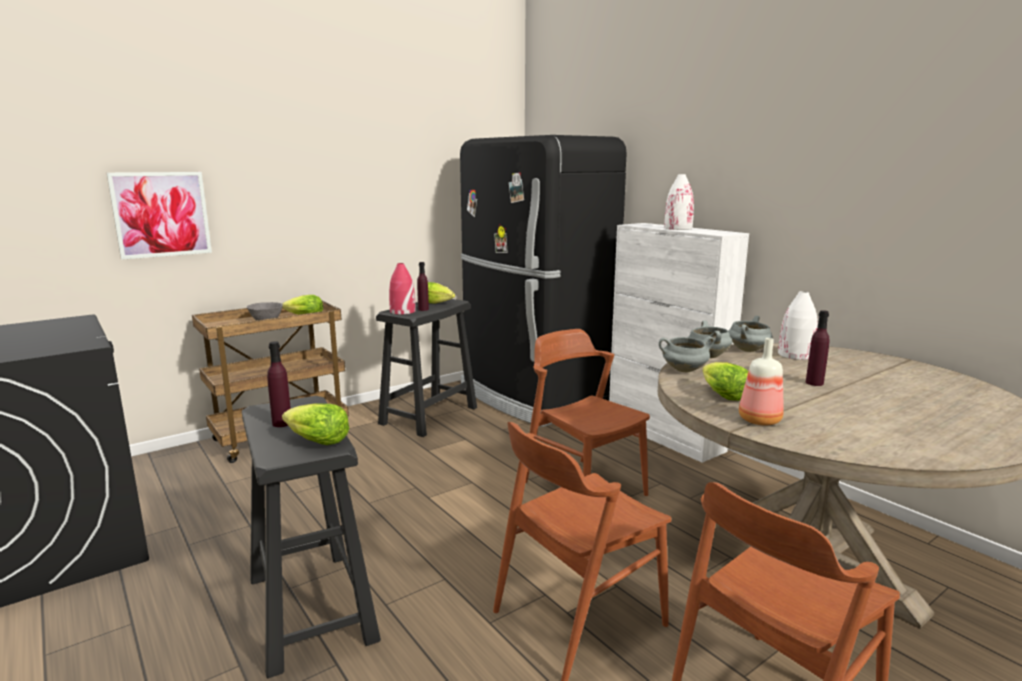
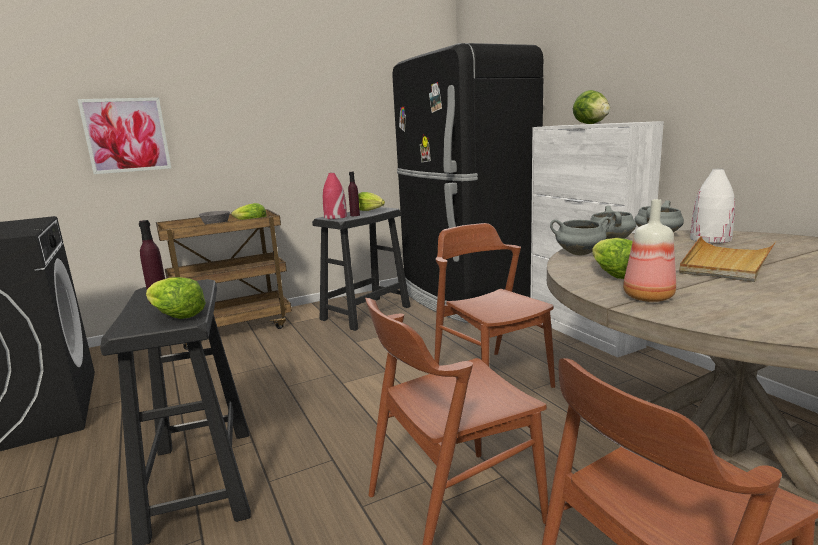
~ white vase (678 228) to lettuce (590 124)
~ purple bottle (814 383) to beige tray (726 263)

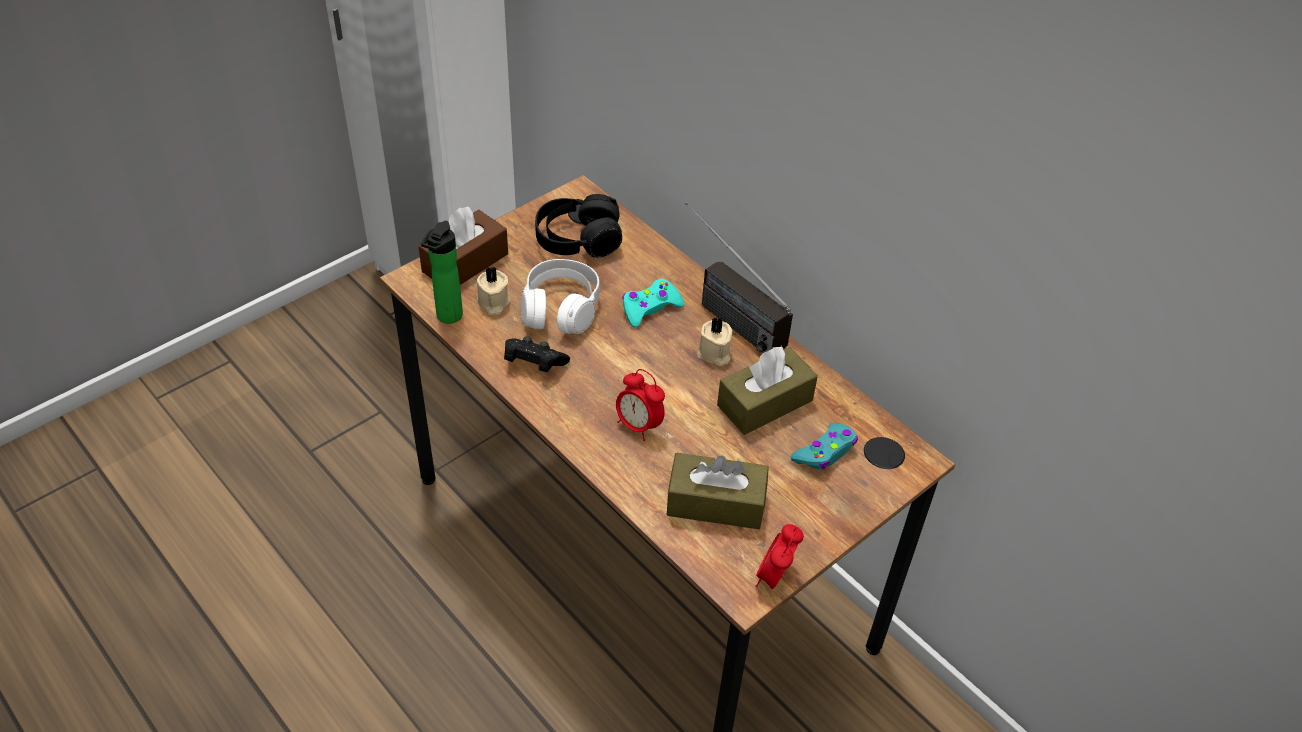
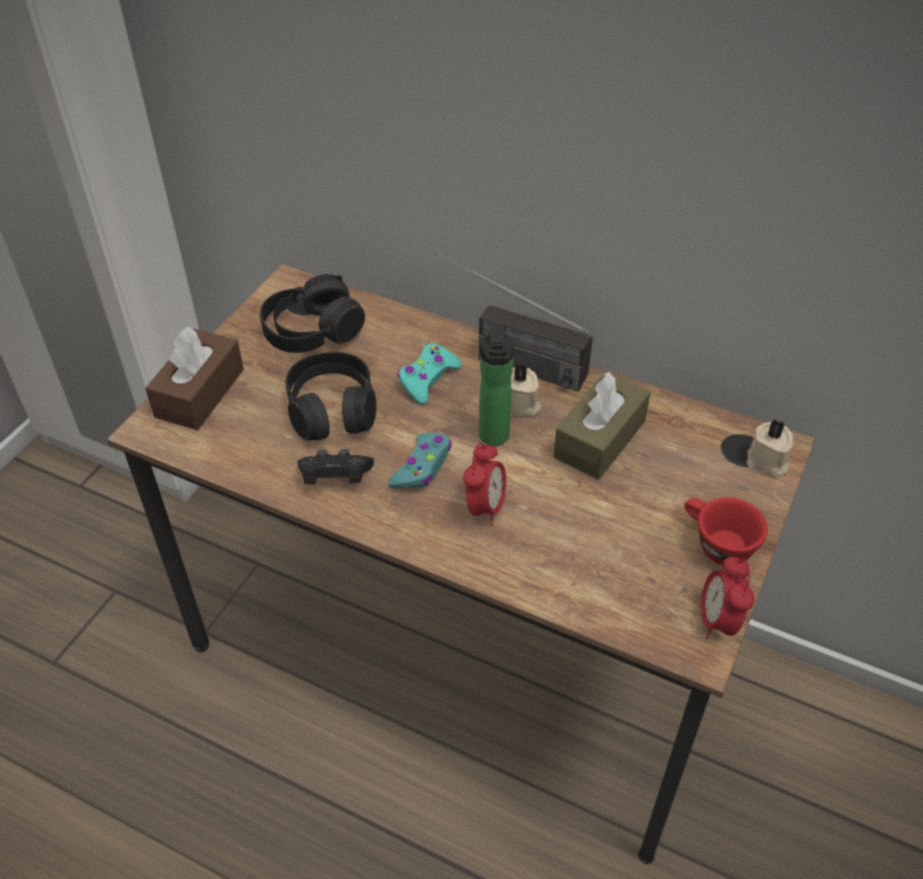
- brown tissue box (715 503)
+ red cup (716 544)
~ bottle (447 317) to (494 439)
~ beige candle (493 303) to (767 462)
~ turquoise game controller (825 452) to (422 467)
~ white headphones (560 309) to black headphones (332 410)
~ alarm clock (638 425) = (485 507) 90 degrees counterclockwise

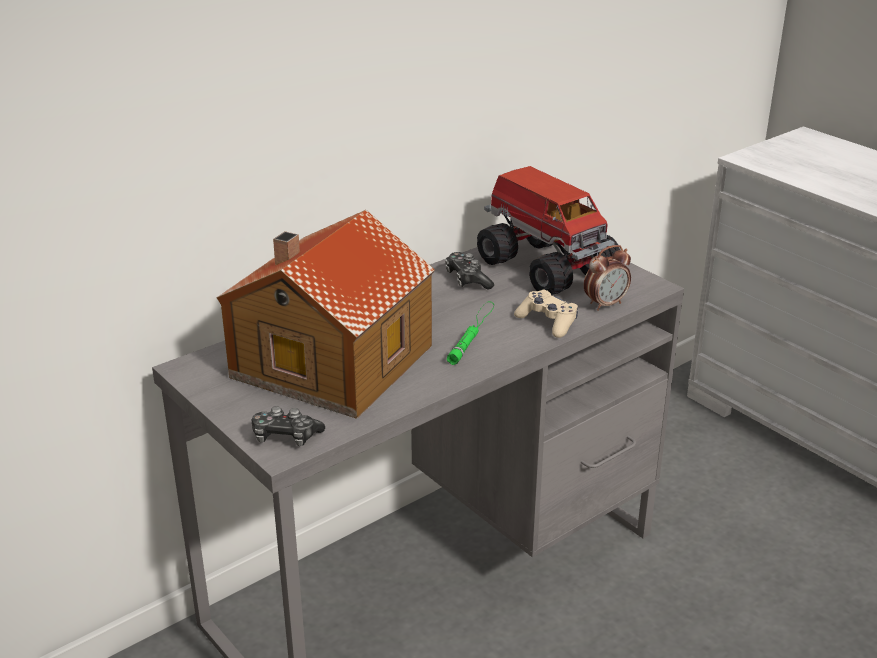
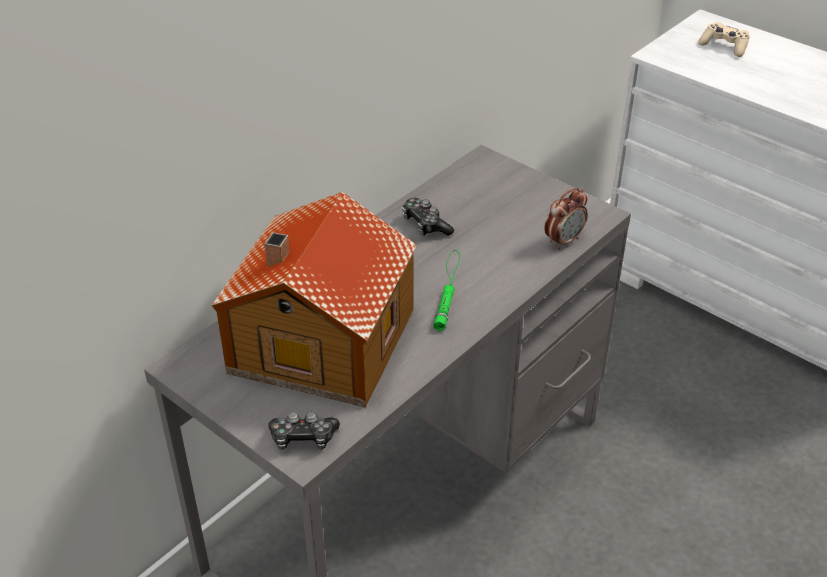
- toy truck (545 266)
~ beige game controller (547 322) to (724 46)

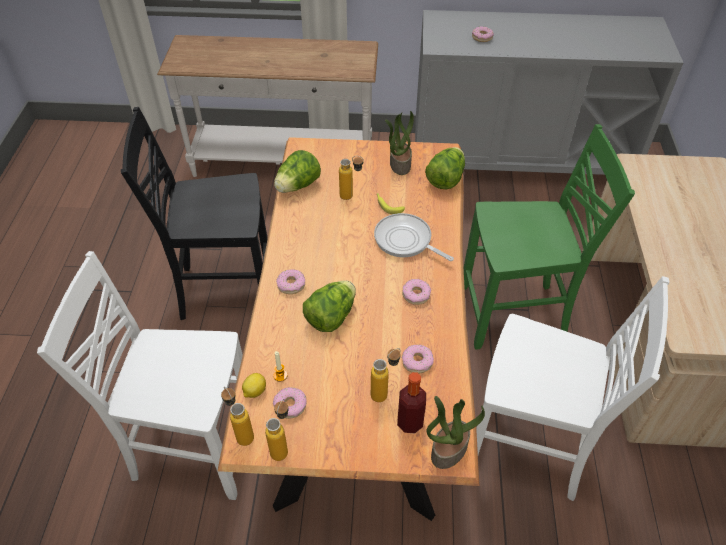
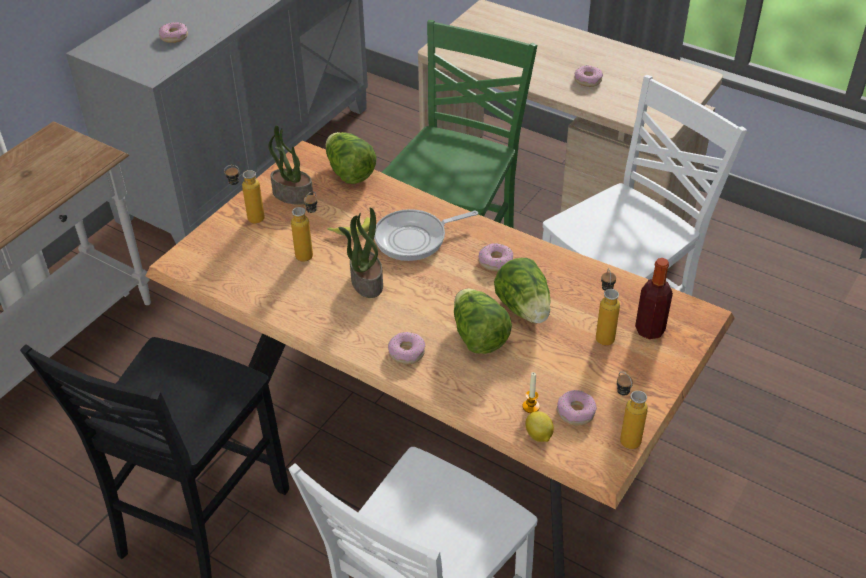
~ bottle (241 433) to (248 219)
~ lettuce (298 186) to (524 309)
~ donut (417 362) to (588 80)
~ potted plant (449 449) to (366 282)

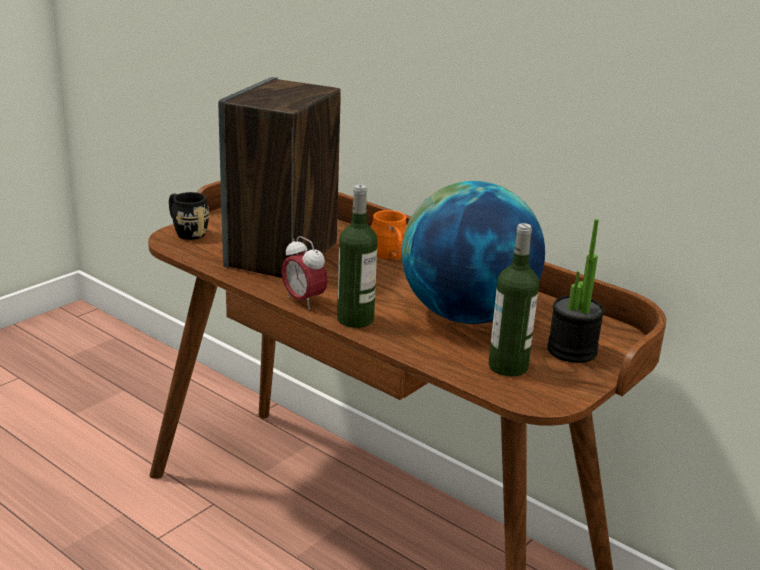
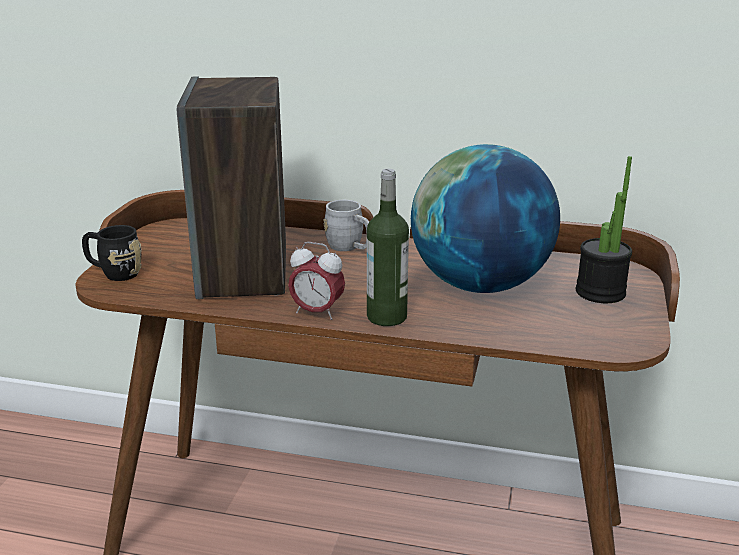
- bottle (508 366)
~ orange mug (390 256) to grey mug (350 248)

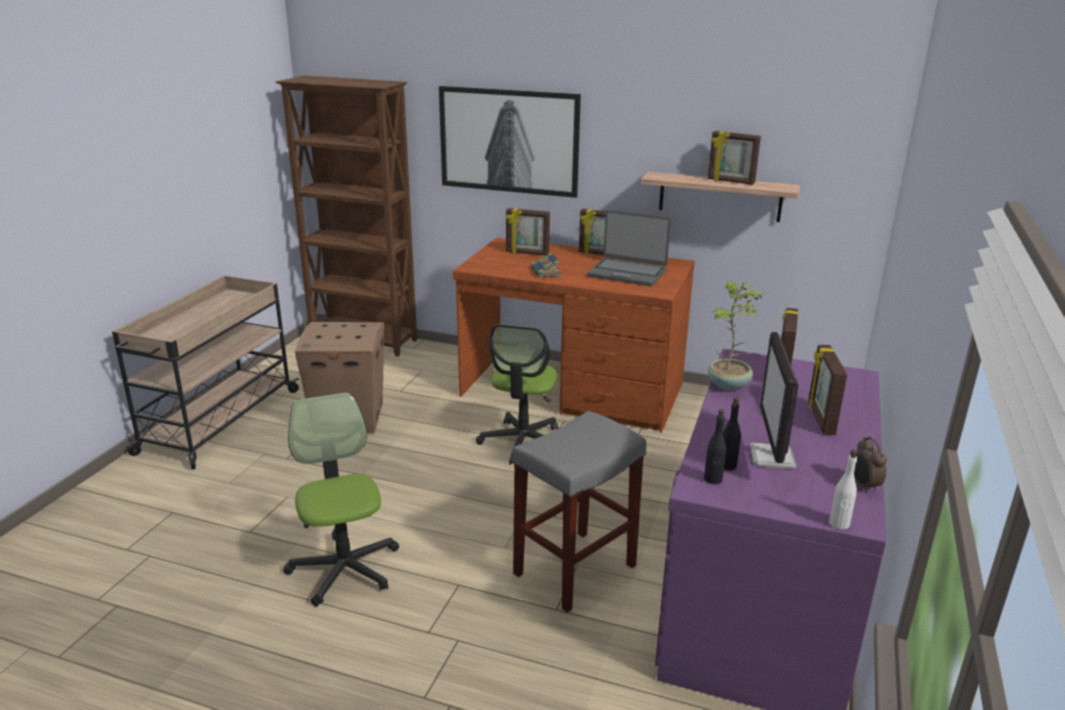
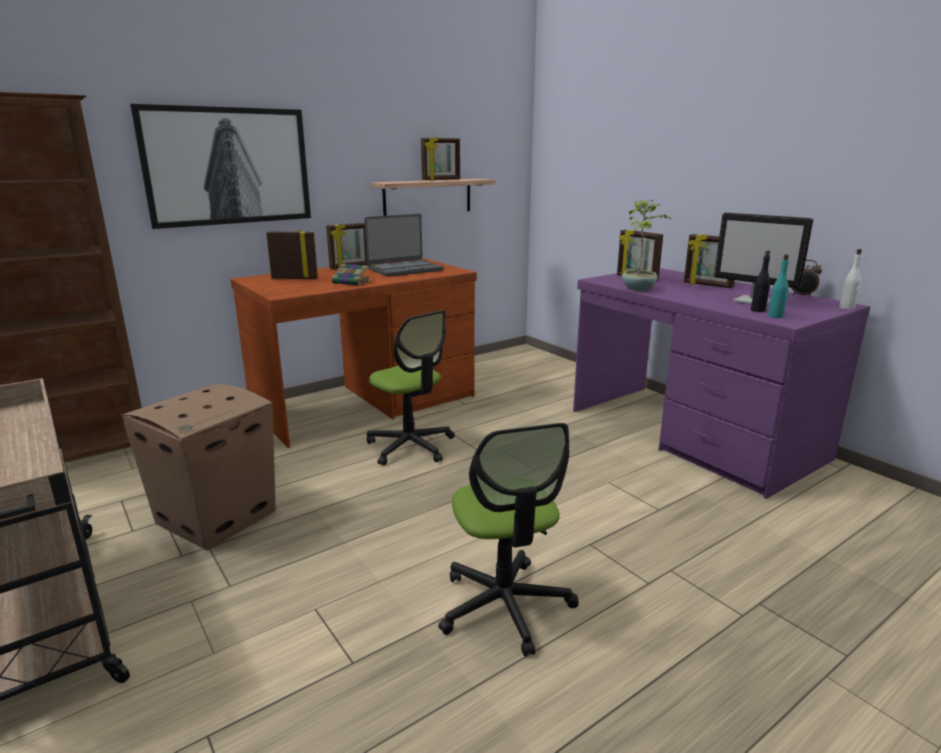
- grey stool (575 568)
~ black bottle (713 479) to turquoise bottle (775 316)
~ office chair (344 569) = (505 605) 120 degrees counterclockwise
~ picture frame (527 253) = (295 278) 135 degrees counterclockwise

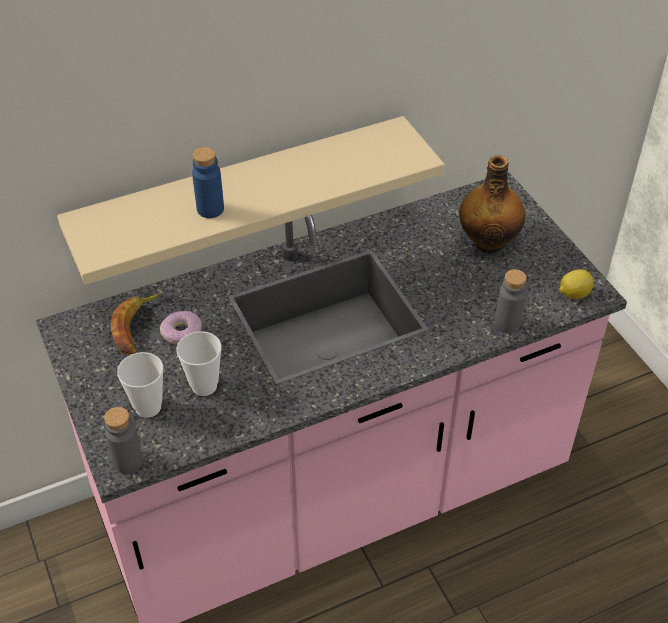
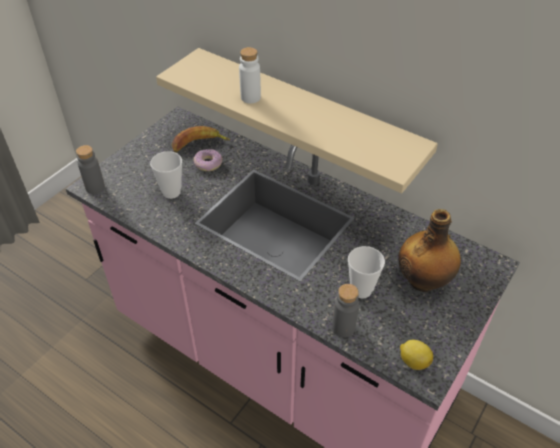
~ cup (148 407) to (361 290)
~ blue bottle (210 209) to white bottle (250 97)

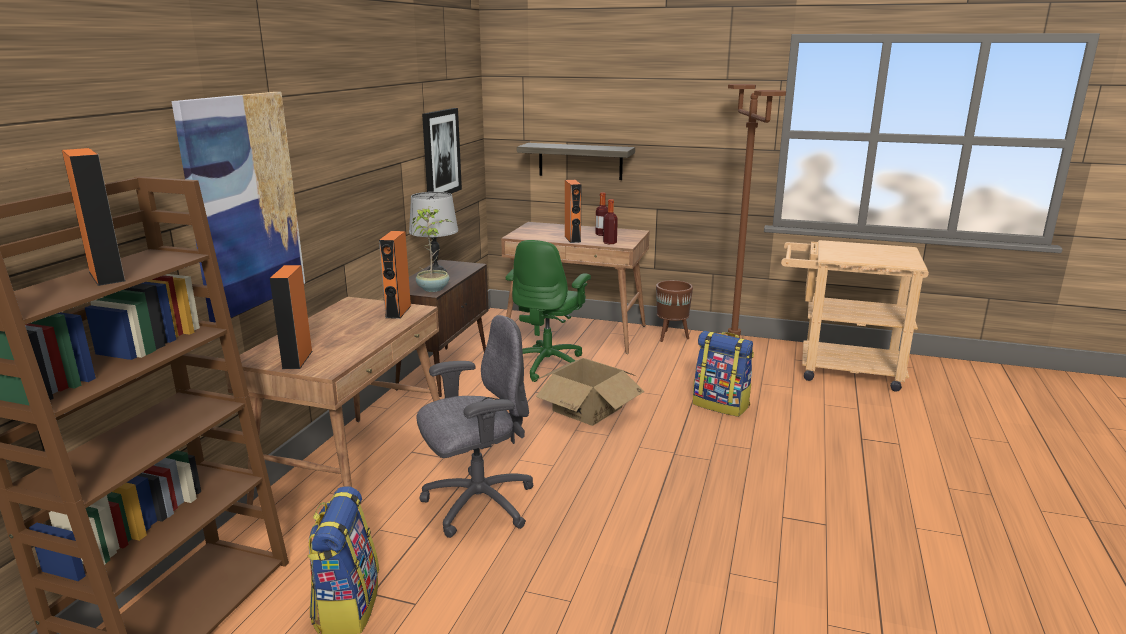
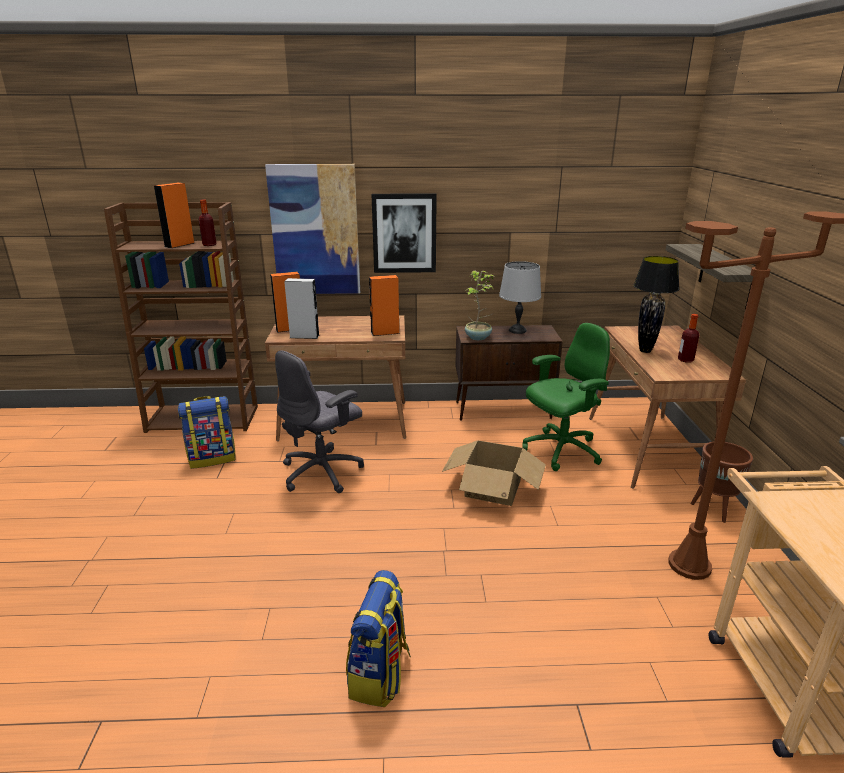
+ grey speaker (304 336)
~ picture (440 153) to (404 233)
~ bottle (610 243) to (209 244)
~ backpack (721 405) to (380 675)
~ orange speaker (572 239) to black table lamp (645 351)
~ grey office chair (477 504) = (323 472) 90 degrees clockwise
~ green office chair (548 364) = (561 451) 150 degrees clockwise

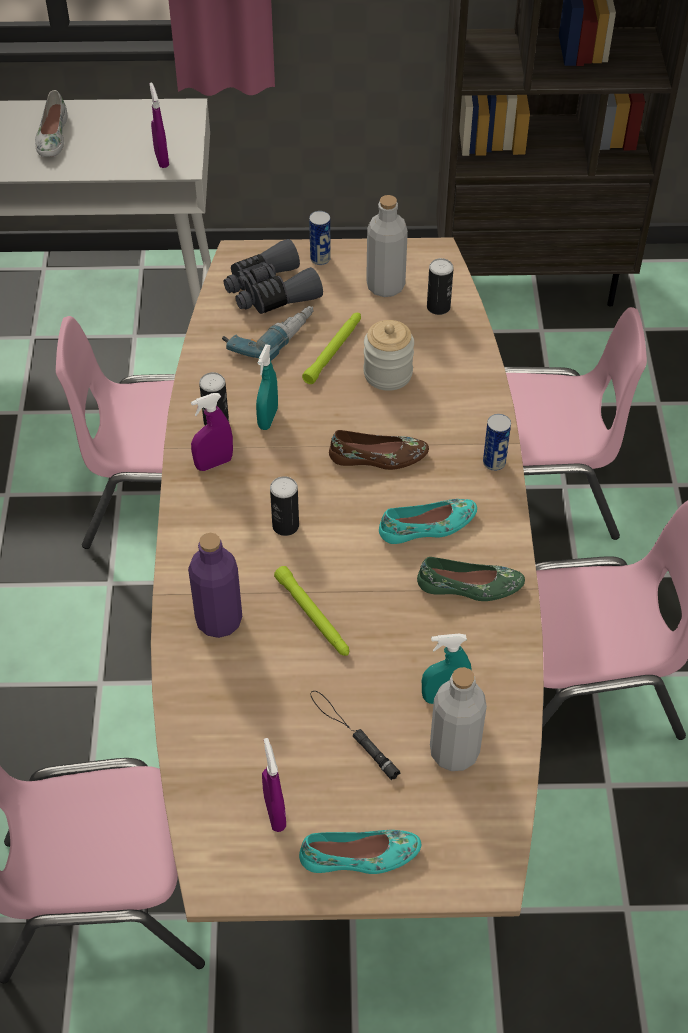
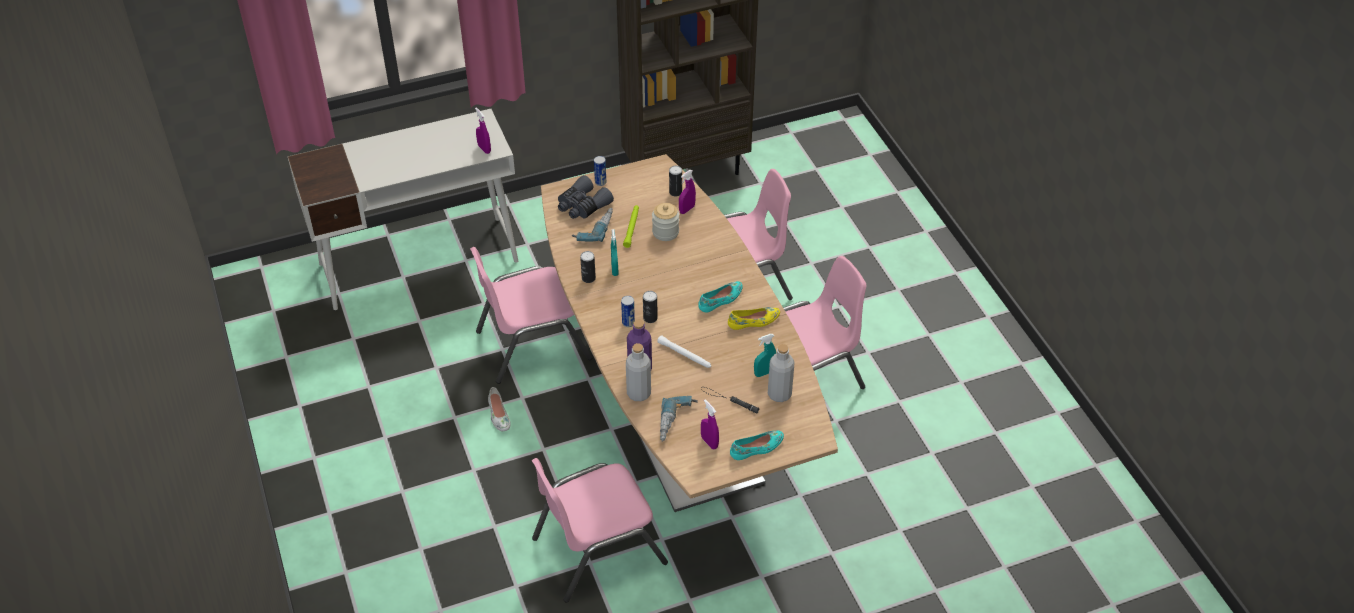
- brown shoe (378 457)
+ power drill (677 423)
~ white shoe (52 136) to (498 415)
~ purple spray bottle (214 463) to (687 209)
~ grey bottle (385 286) to (639 393)
~ can (494 462) to (628 323)
~ green flashlight (313 616) to white flashlight (685 355)
~ green shoe (470 586) to yellow shoe (754 321)

